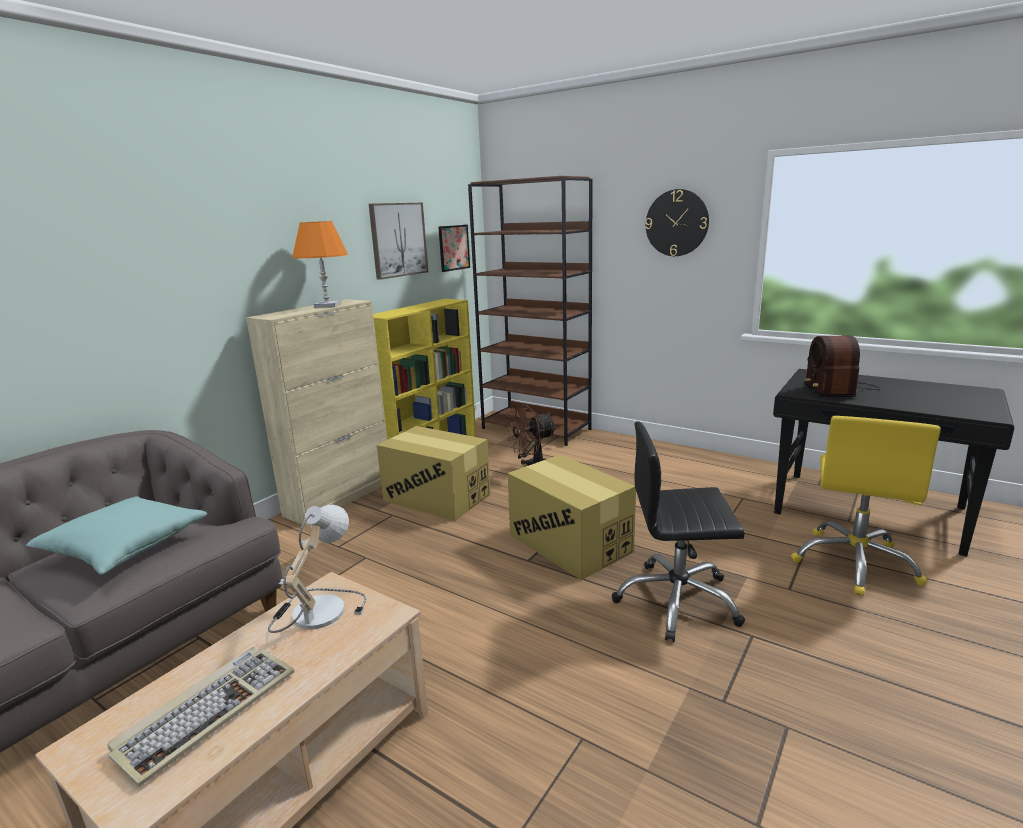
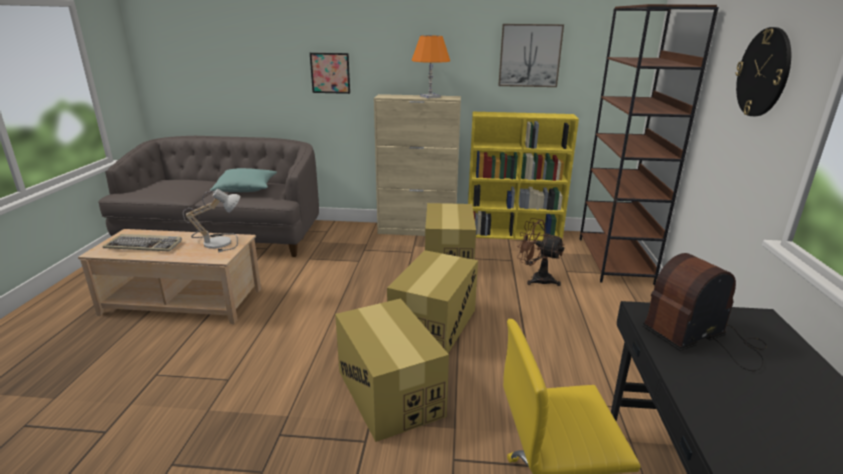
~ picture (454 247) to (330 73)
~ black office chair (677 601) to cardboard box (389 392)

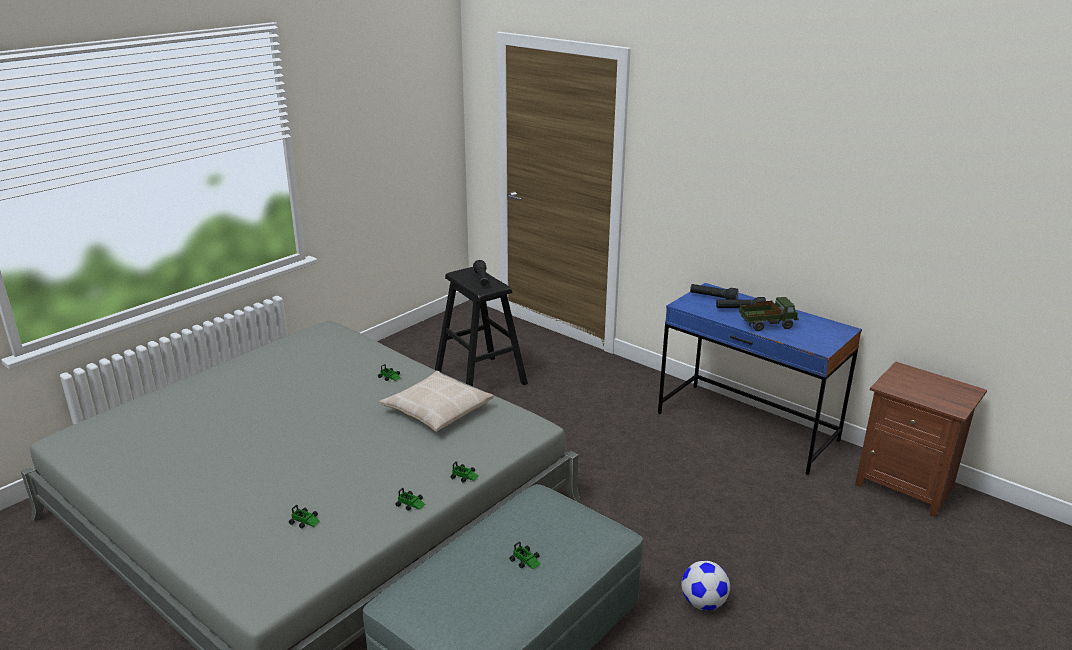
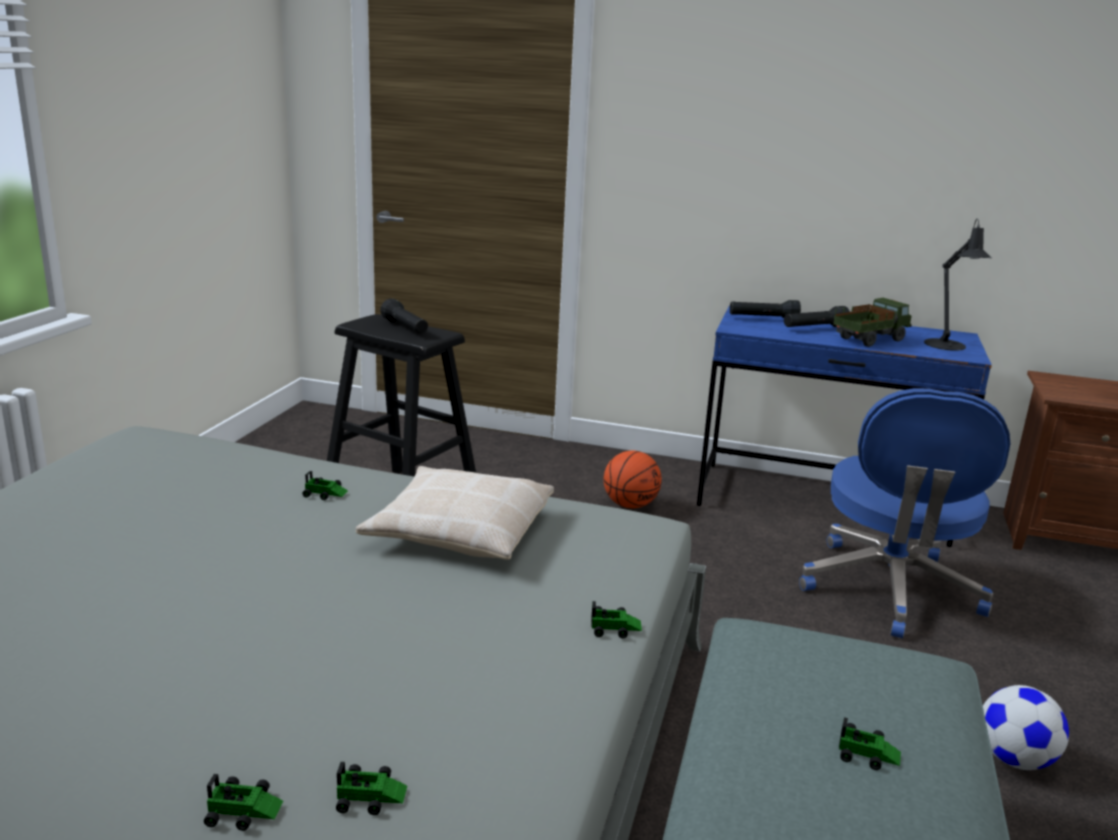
+ basketball (630 505)
+ blue office chair (890 589)
+ black table lamp (947 346)
~ toy car (411 503) to (246 808)

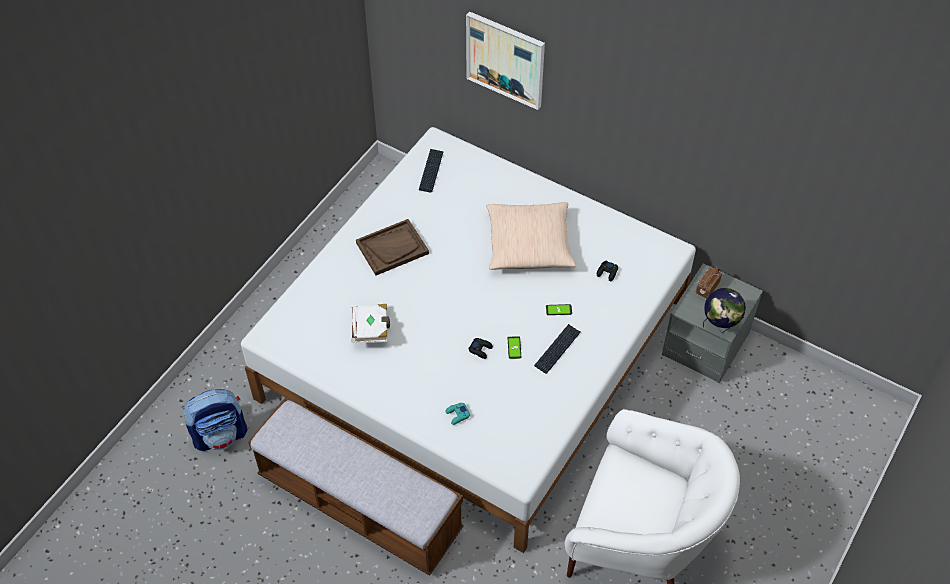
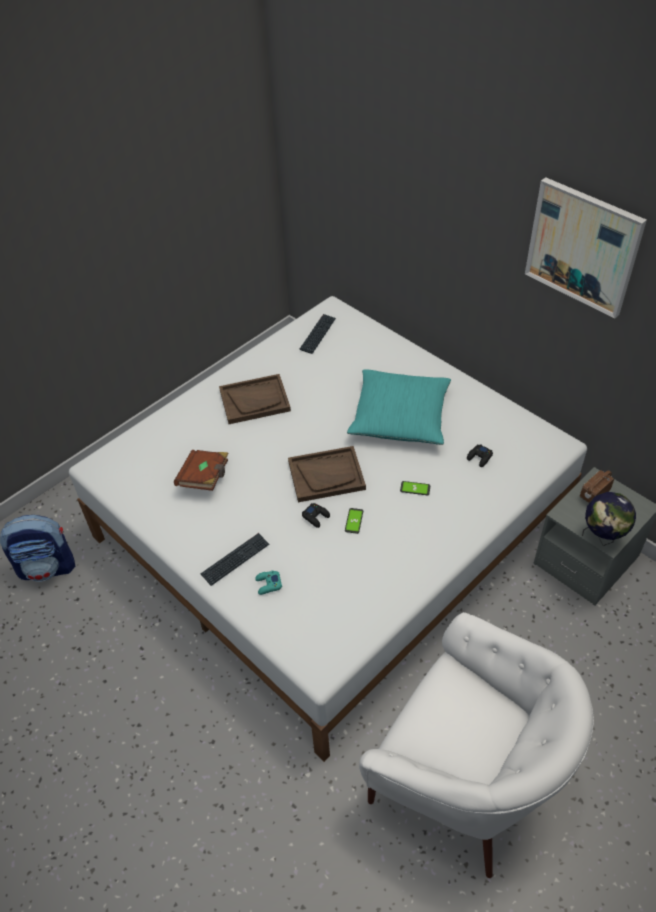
- bench (359 504)
+ brown tray (326 475)
~ picture (505 59) to (583 247)
~ keyboard (557 349) to (235 560)
~ white book (371 330) to brown book (205 477)
~ beige pillow (529 244) to turquoise pillow (400 416)

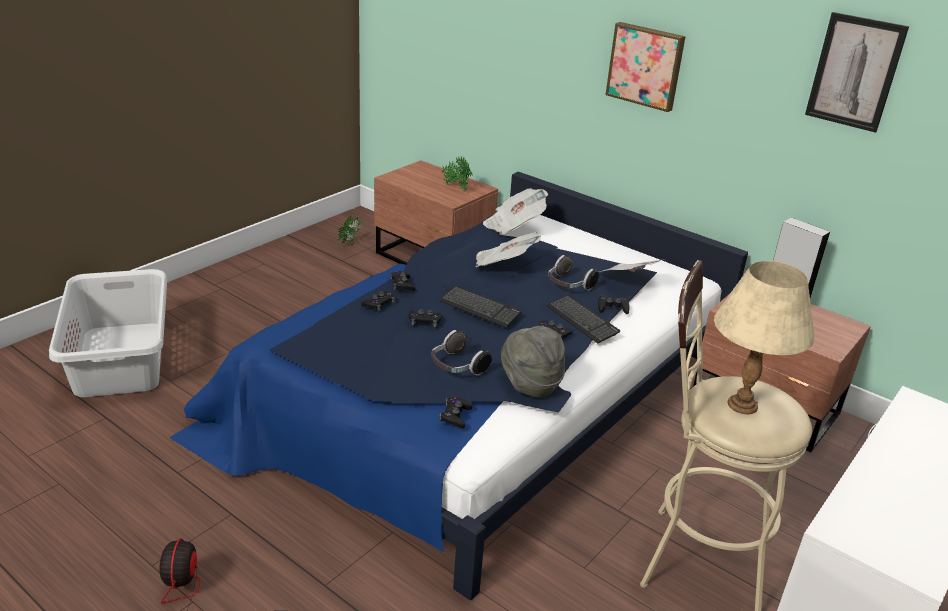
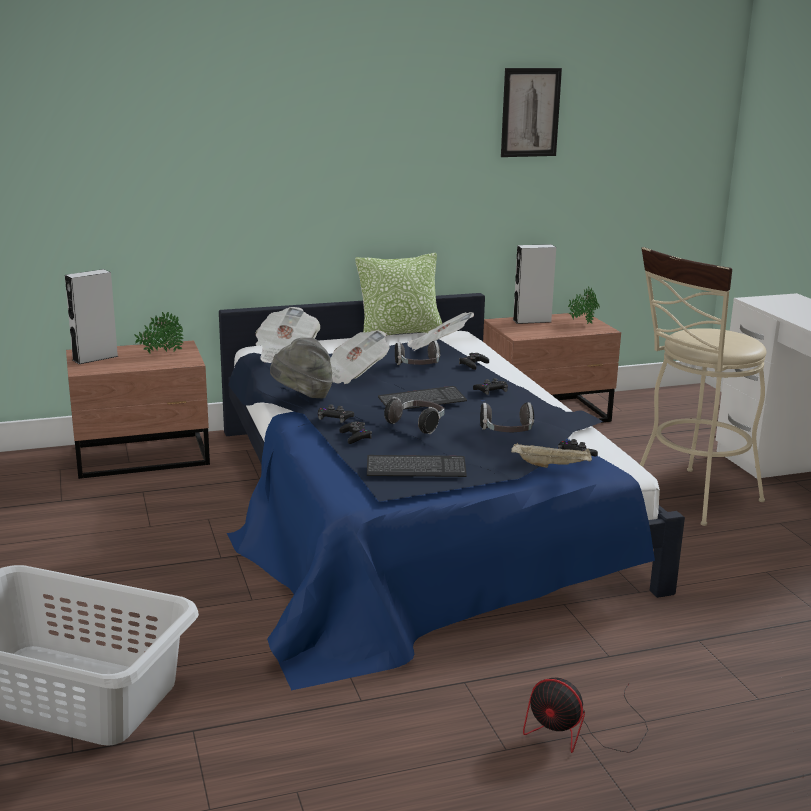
- picture (646 66)
- beige table lamp (742 405)
+ grey speaker (95 358)
+ pillow (399 334)
+ beige tray (552 465)
~ potted plant (352 242) to (582 322)
~ grey hat (530 384) to (302 397)
~ keyboard (582 320) to (416 469)
~ black game controller (424 321) to headphones (417 425)

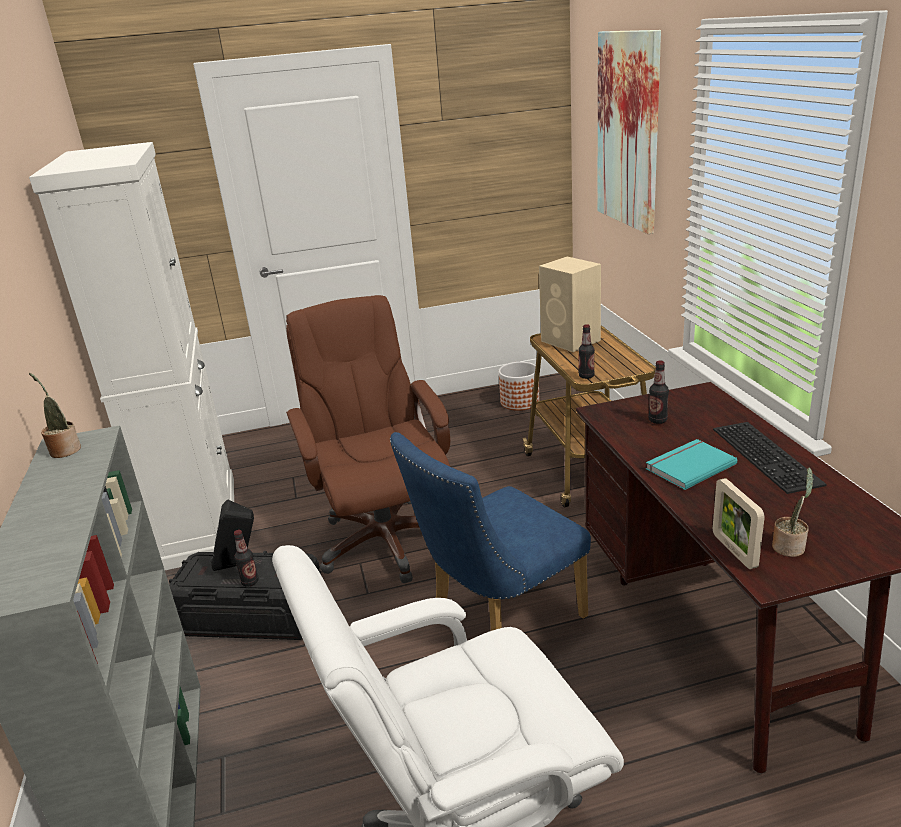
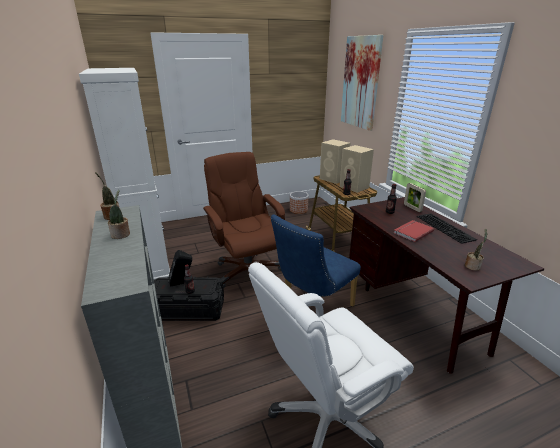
+ potted plant (121 235)
+ beige speaker (354 187)
~ picture frame (734 551) to (412 208)
~ turquoise book (688 466) to red book (412 232)

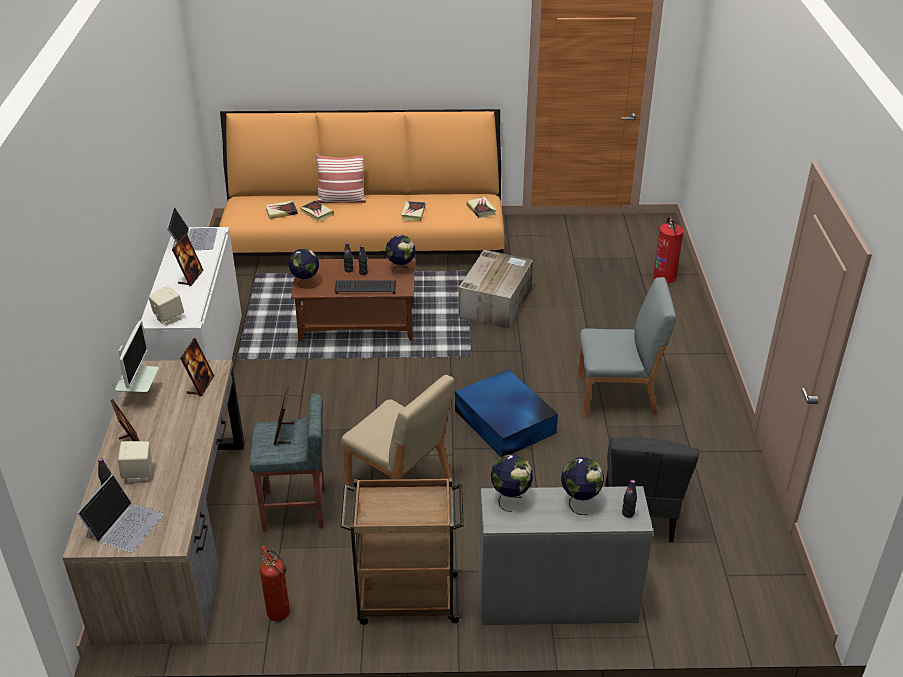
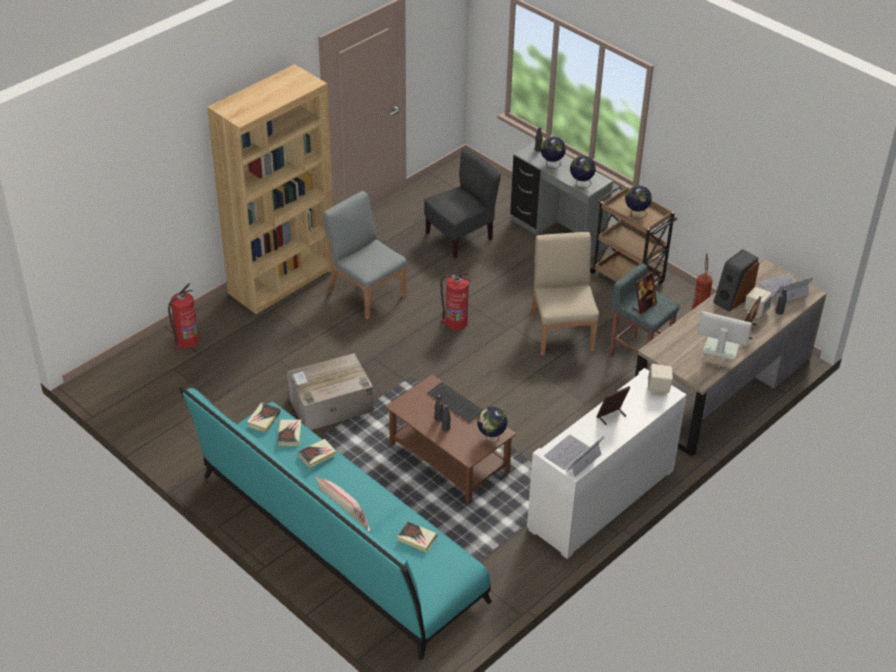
- picture frame (200 385)
+ brown bookcase (282 280)
+ speaker (732 298)
~ book (317 213) to (289 434)
~ globe (401 269) to (636 214)
~ blue storage box (505 422) to fire extinguisher (455 322)
~ orange sofa (364 242) to turquoise sofa (336 541)
~ monitor (139 395) = (718 361) 60 degrees clockwise

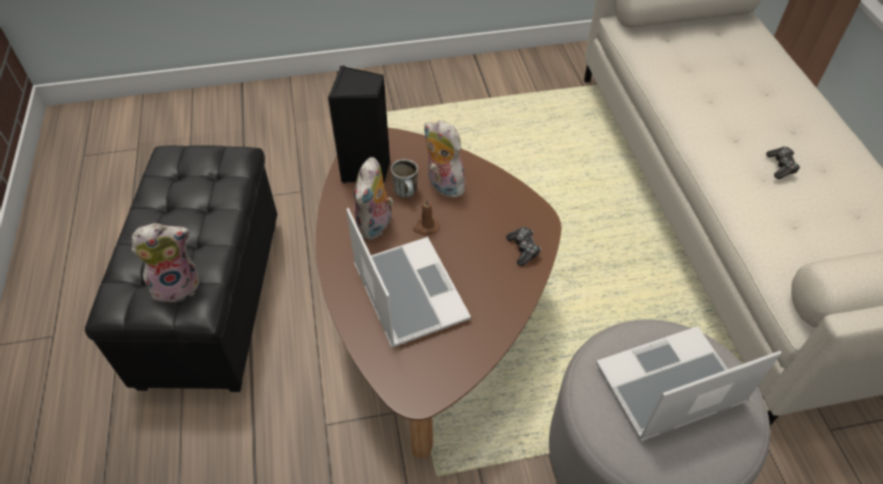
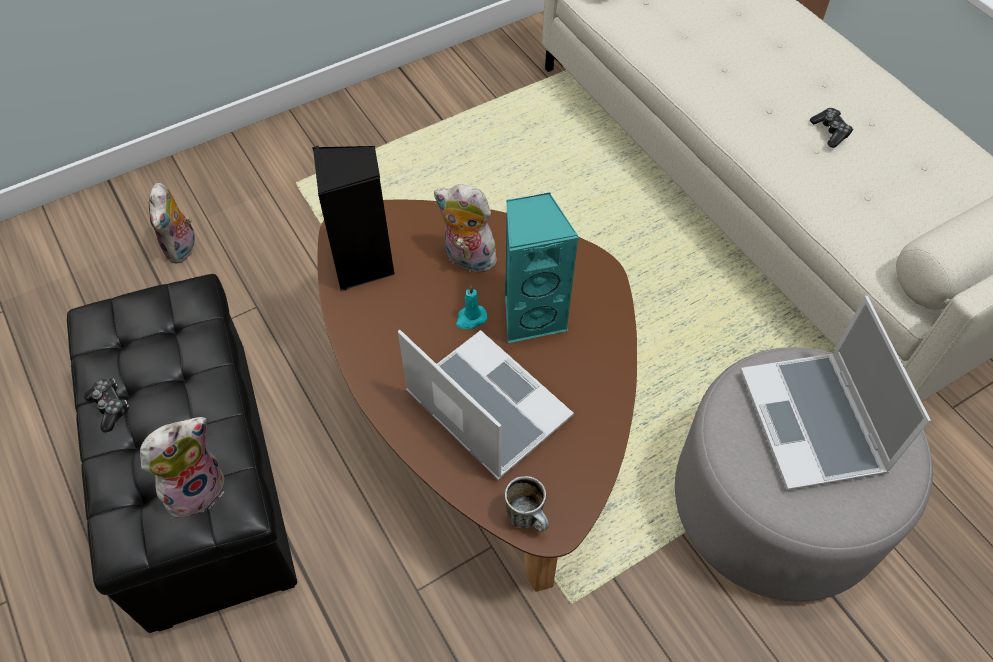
+ turquoise speaker (532 315)
~ plush toy (376 226) to (183 249)
~ mug (407 194) to (529 518)
~ game controller (523 249) to (110 407)
~ brown candle (426 227) to turquoise candle (470 318)
~ laptop (669 387) = (814 423) 60 degrees counterclockwise

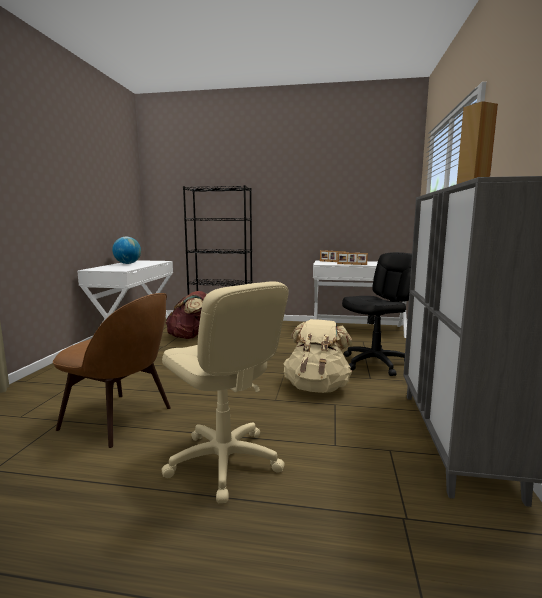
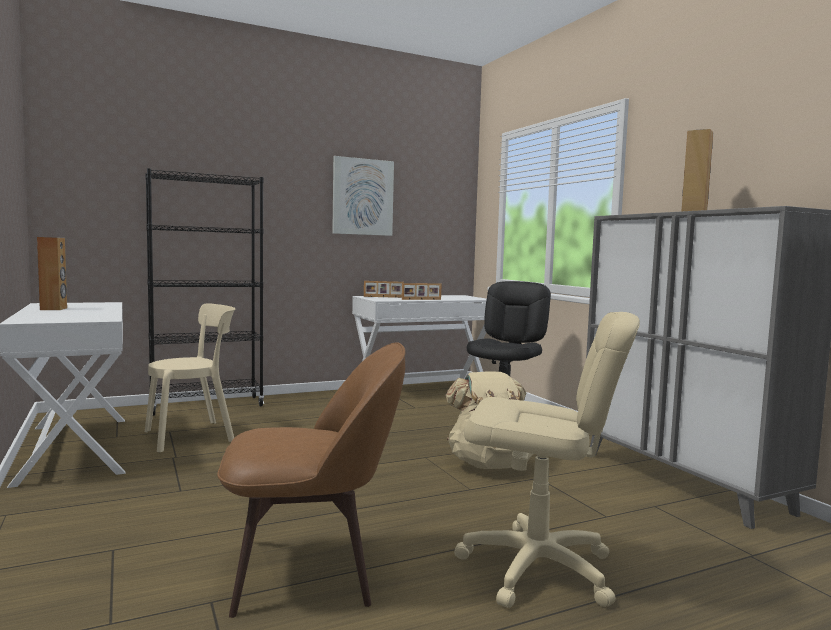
+ picture (362 197)
~ globe (127 263) to brown speaker (54 309)
~ brown backpack (189 337) to beige chair (194 435)

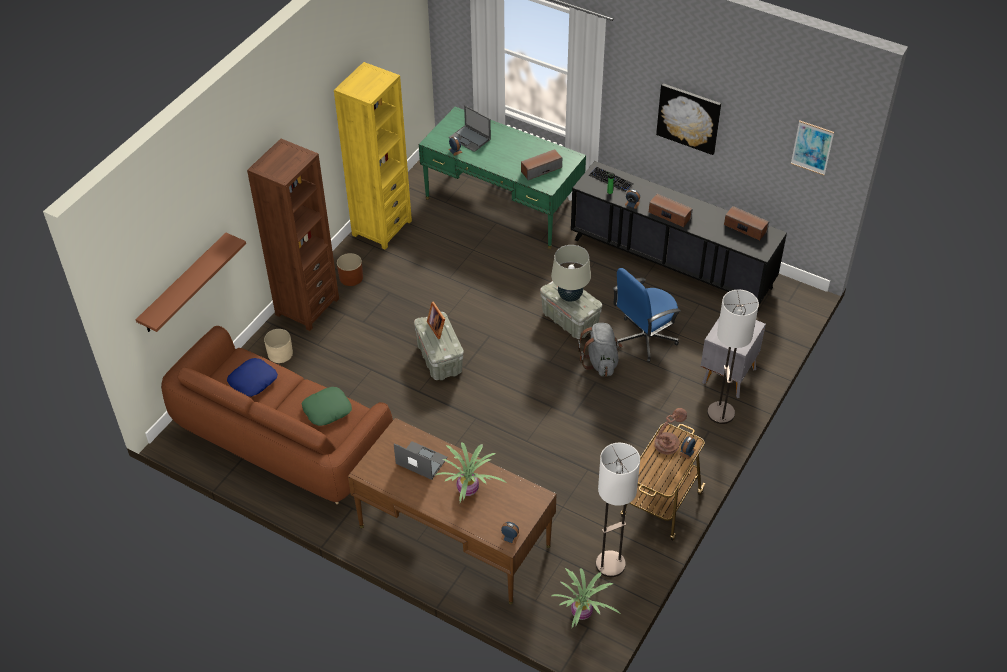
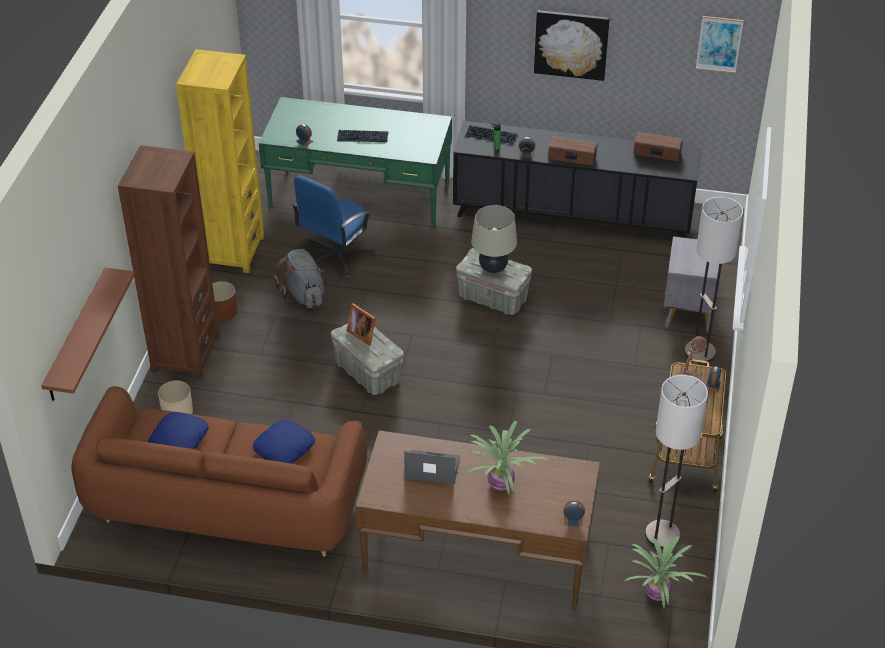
- laptop (470 138)
- speaker (541 169)
+ keyboard (362 137)
~ grey backpack (600 362) to (304 296)
~ blue office chair (644 338) to (336 257)
~ green pillow (327 409) to blue pillow (283 447)

